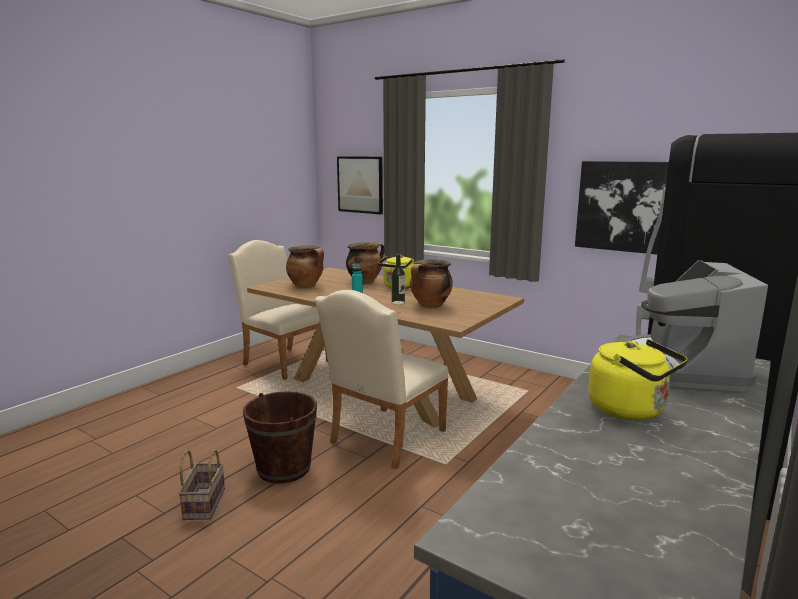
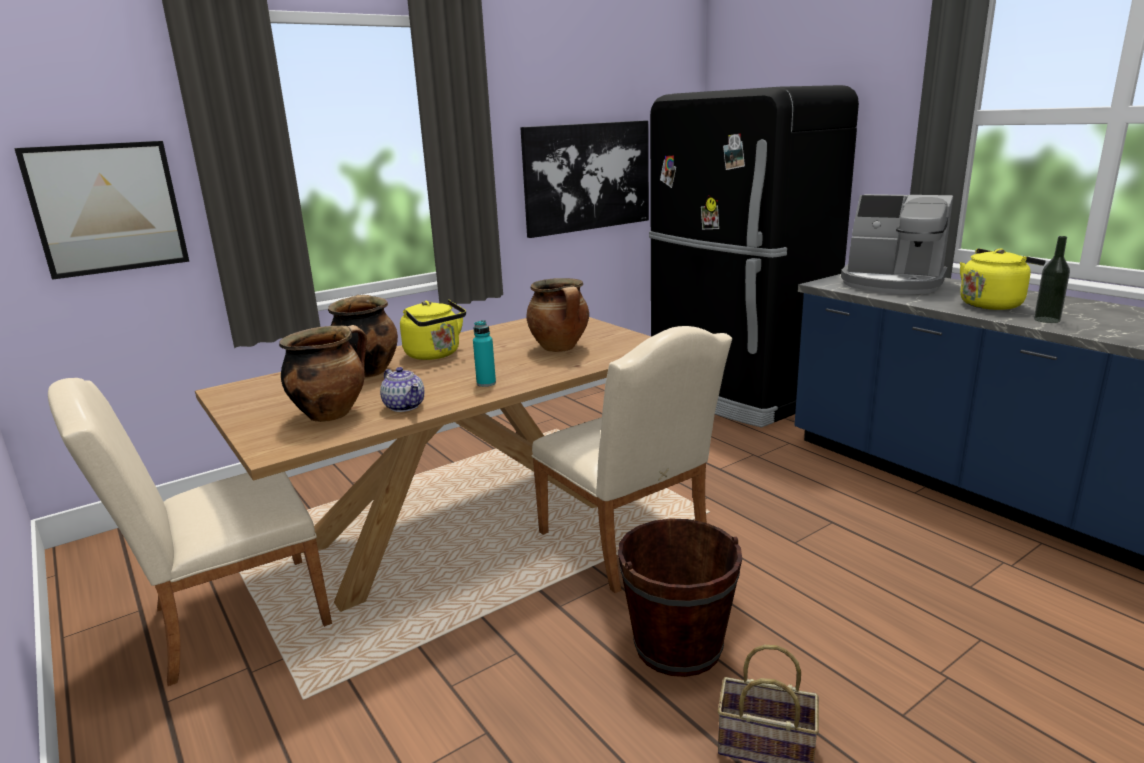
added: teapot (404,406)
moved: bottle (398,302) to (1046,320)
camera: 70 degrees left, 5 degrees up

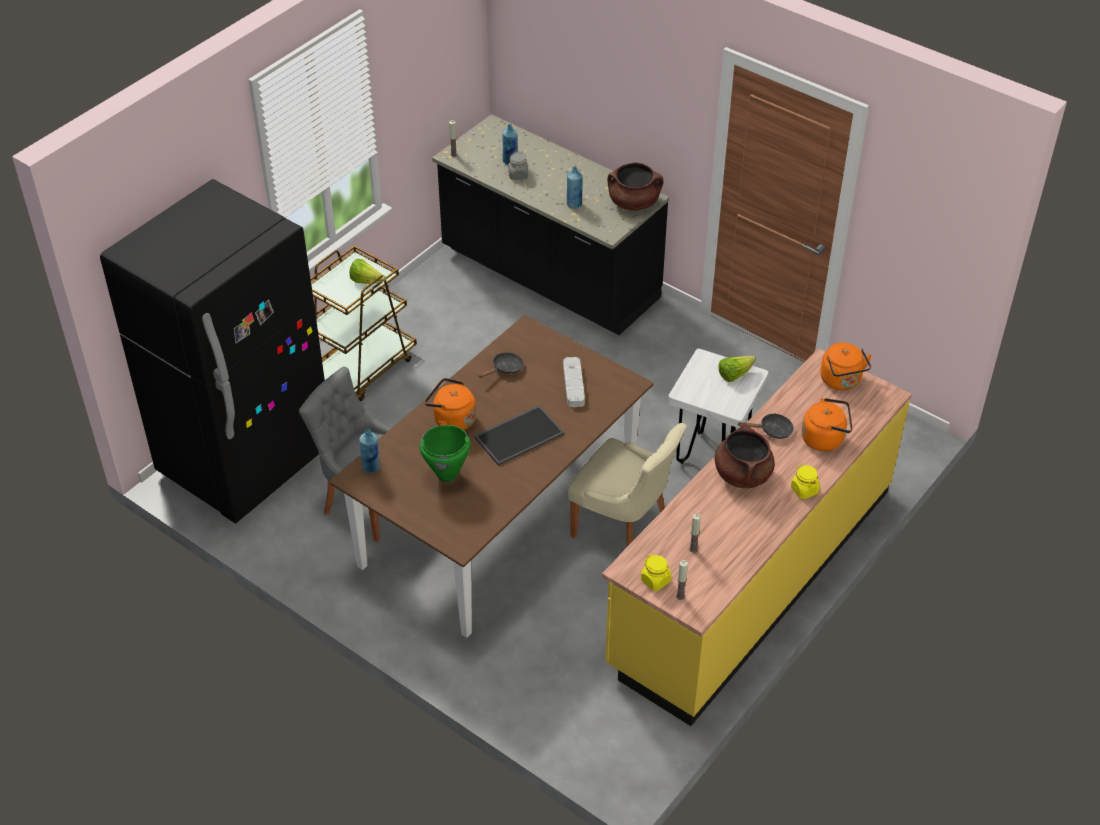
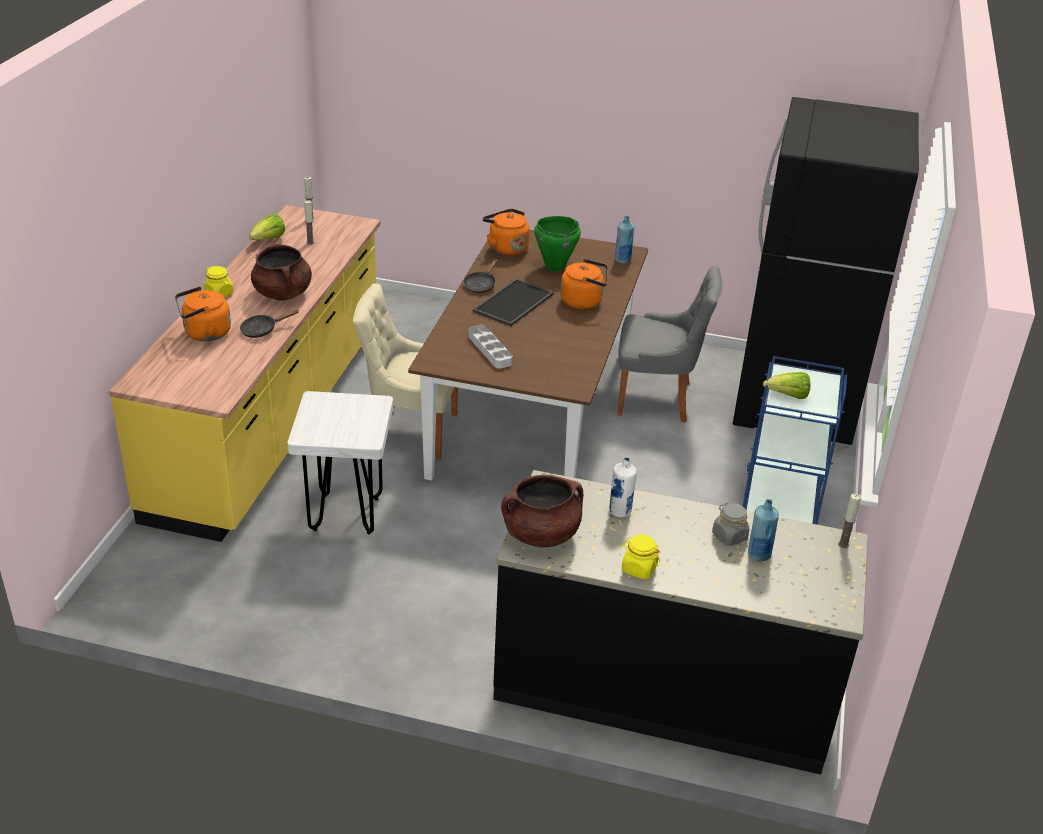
moved: lettuce (734,374) to (268,240); frying pan in black (505,368) to (481,285); kettle in orange (842,381) to (506,248); jar in yellow (656,580) to (638,568)
recoloured: bottle in blue (574,204) to bottle in white (620,511); cart in brown (361,369) to cart in blue (779,506)
camera: 155 degrees right, 10 degrees down

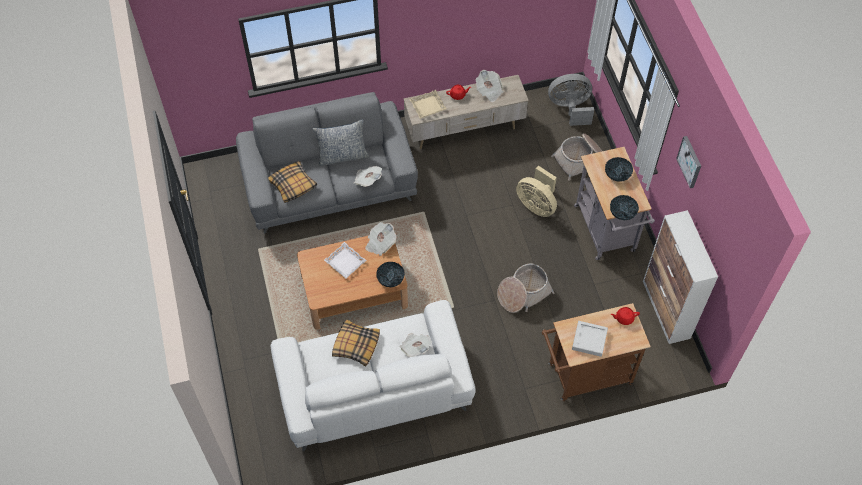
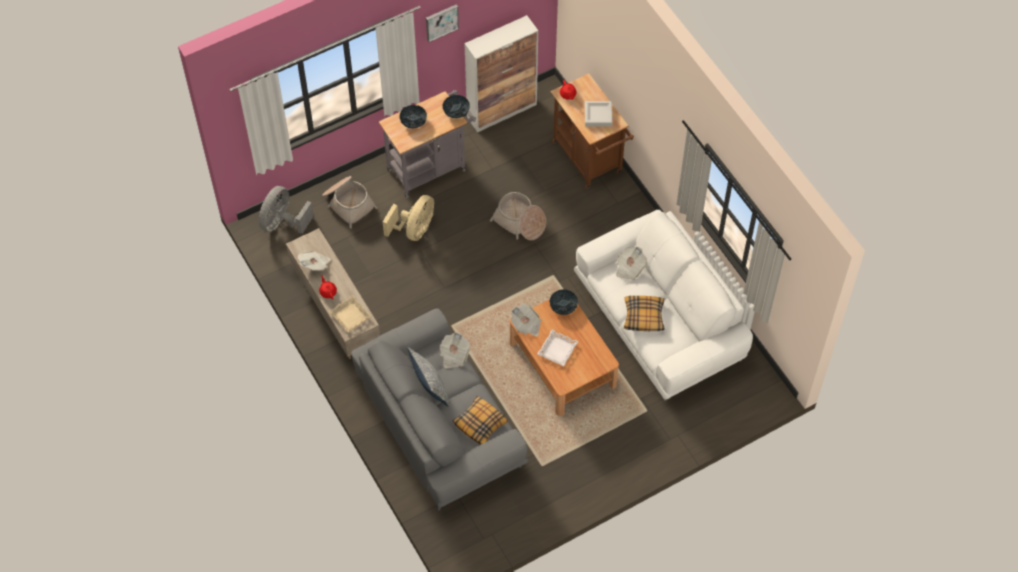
turned: fan in grey (570,108) = (283,222) 45 degrees clockwise
camera: 105 degrees left, 0 degrees up

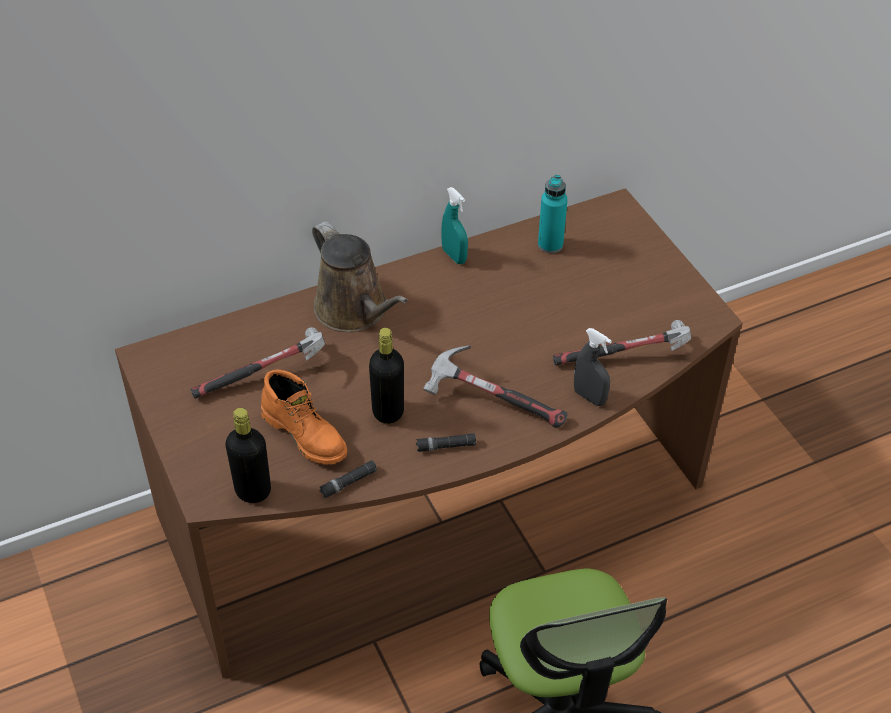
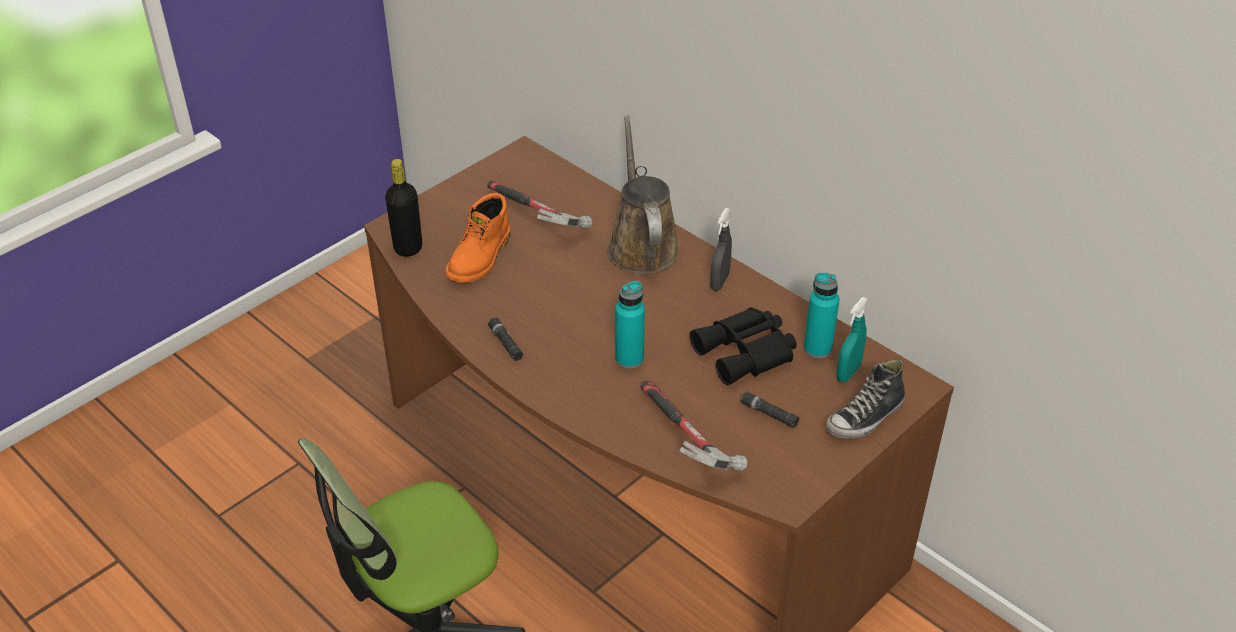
removed: bottle in black (388,412); hammer (492,401)
added: bottle in turquoise (629,359); binoculars in black (747,353); shoe (865,418)
moved: spray bottle in grey (589,397) to (719,282); flashlight in black (348,483) to (769,414); spray bottle in turquoise (454,256) to (848,373)
turned: watering can in brown (354,311) = (641,245) 135 degrees clockwise
camera: 70 degrees right, 5 degrees down

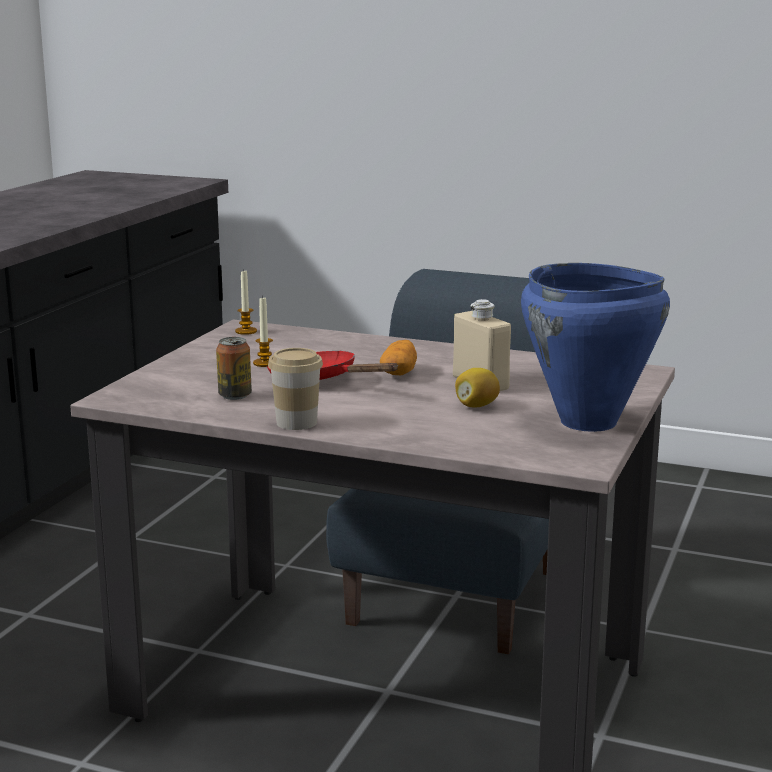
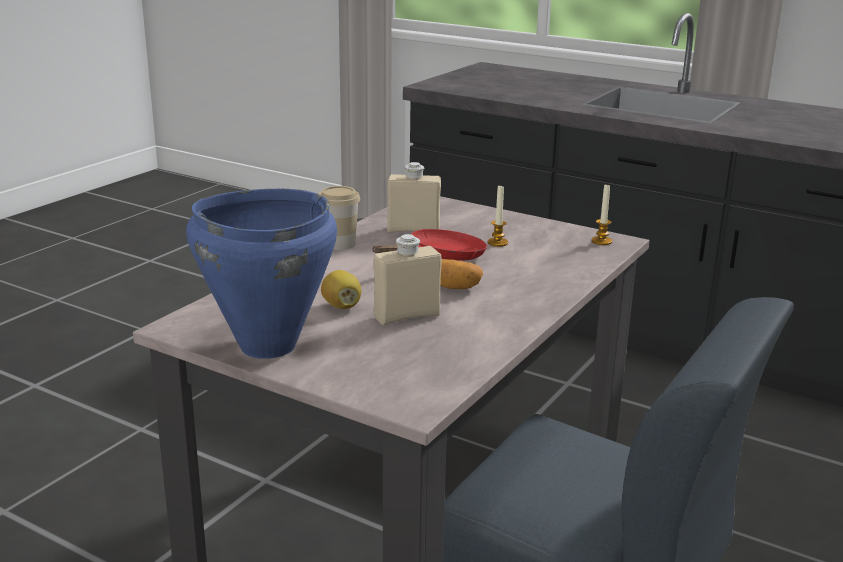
replaced: can (235,396) to bottle in beige (413,230)
camera: 100 degrees right, 5 degrees up

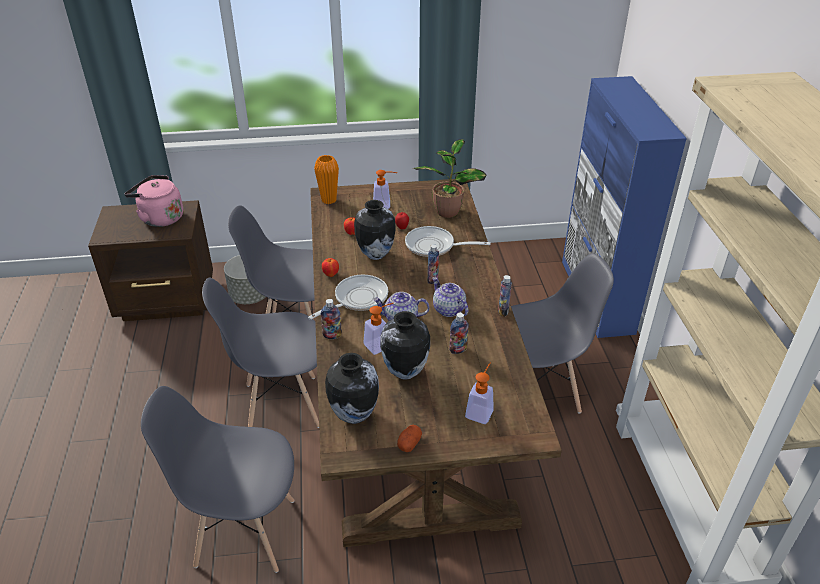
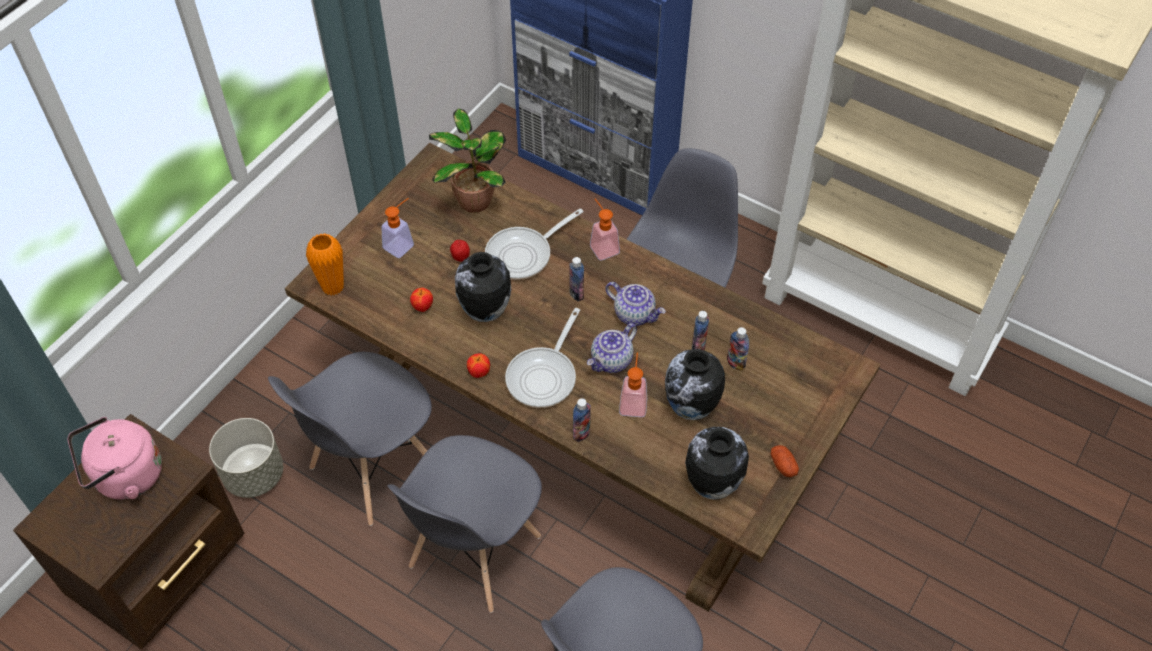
moved: soap dispenser (481,410) to (602,246); bottle (503,311) to (735,363)
turned: frying pan (357,299) = (544,376) 150 degrees counterclockwise; teapot (448,309) = (635,314) 150 degrees counterclockwise
camera: 50 degrees left, 15 degrees up

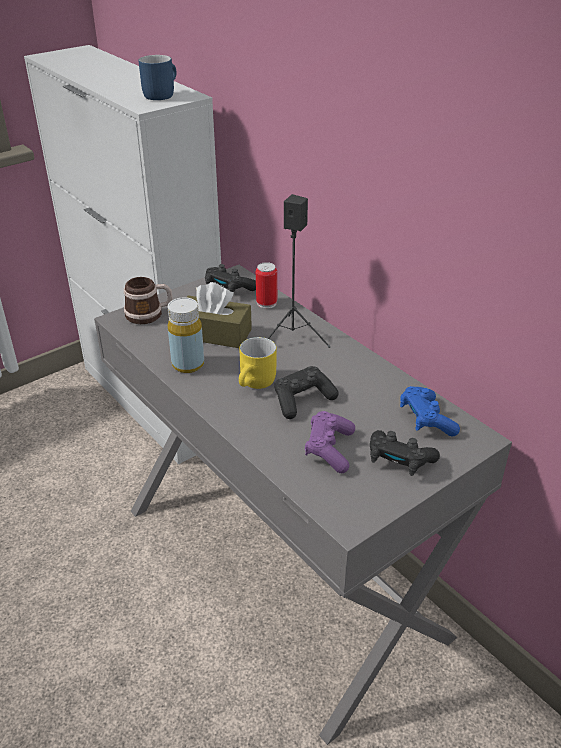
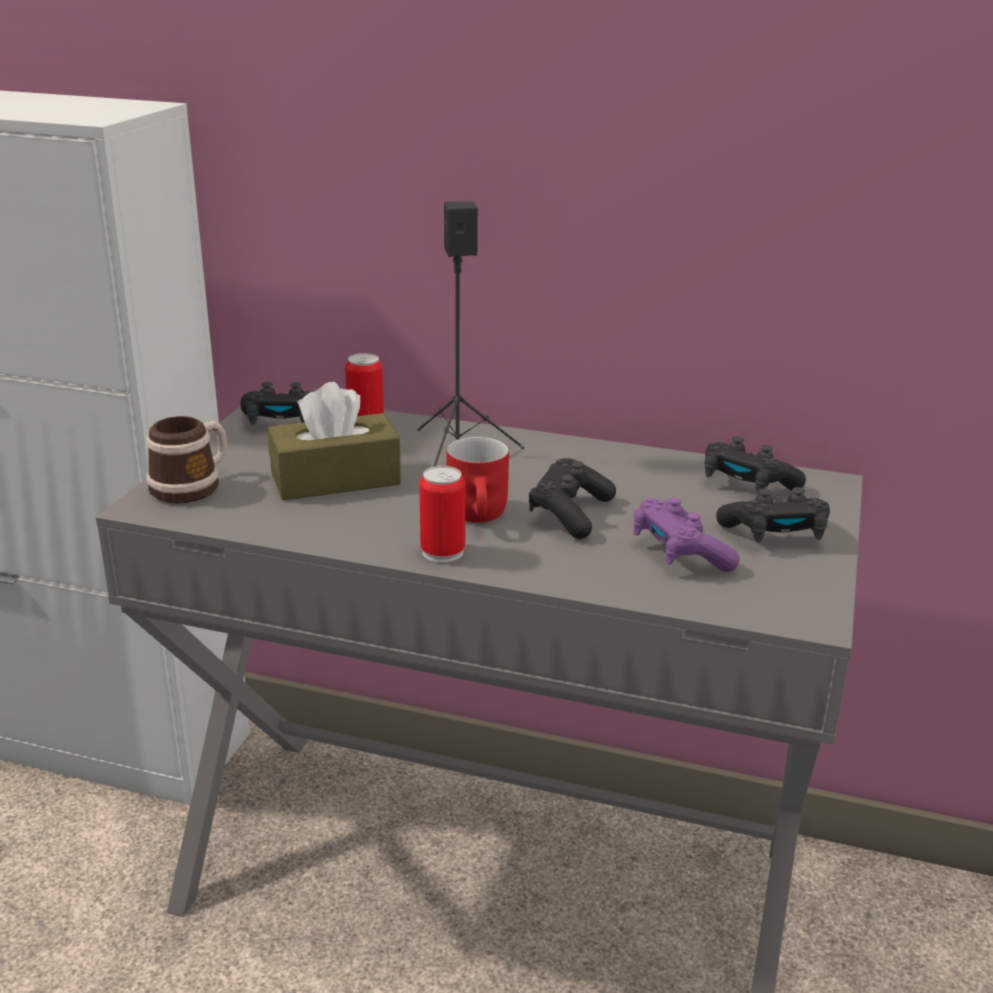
removed: mug in blue (160,94); bottle in yellow (188,364)
added: can (442,552)
recoloured: mug in yellow (257,383) to mug in red (482,515); game controller in blue (426,420) to game controller in black (746,485)
camera: 35 degrees left, 10 degrees down

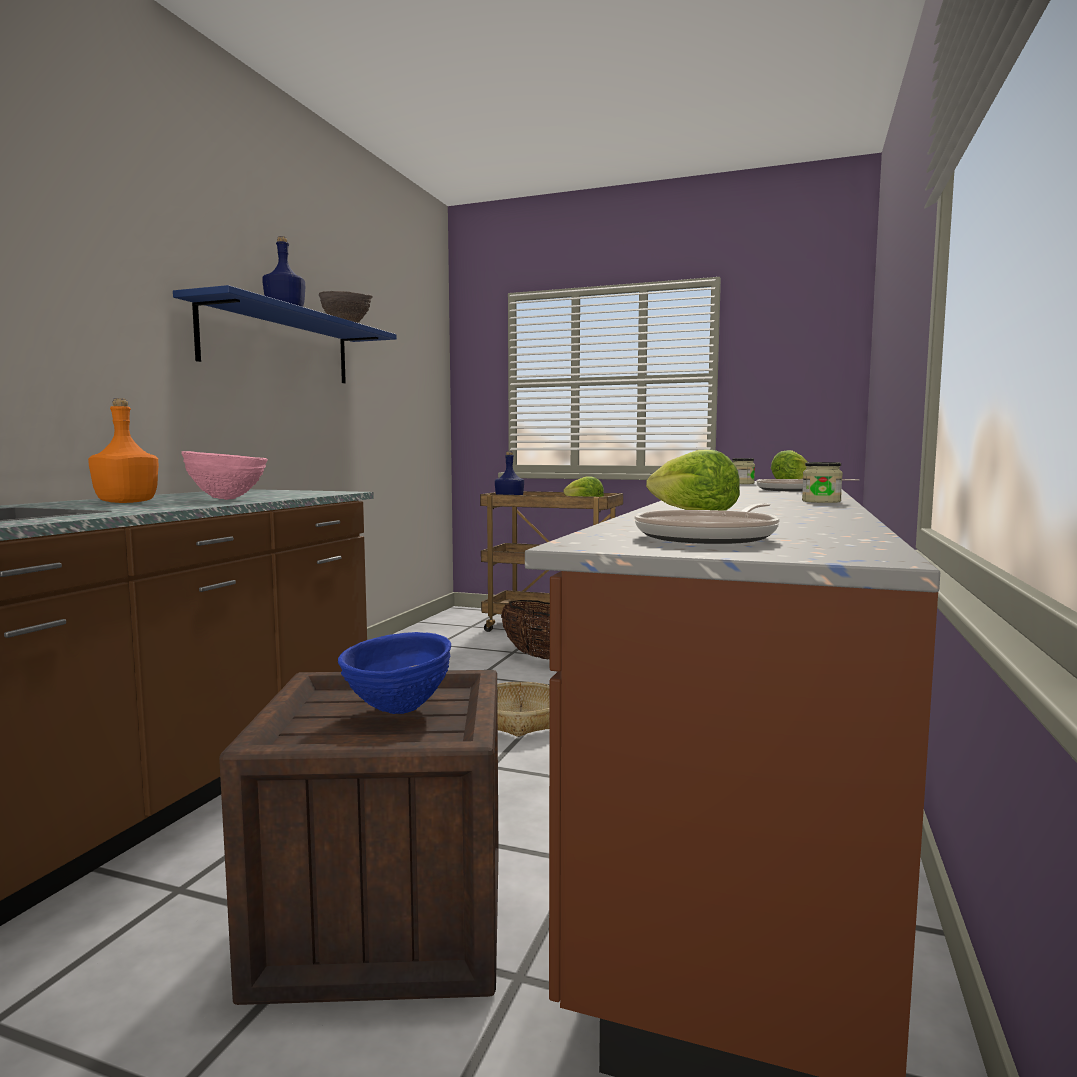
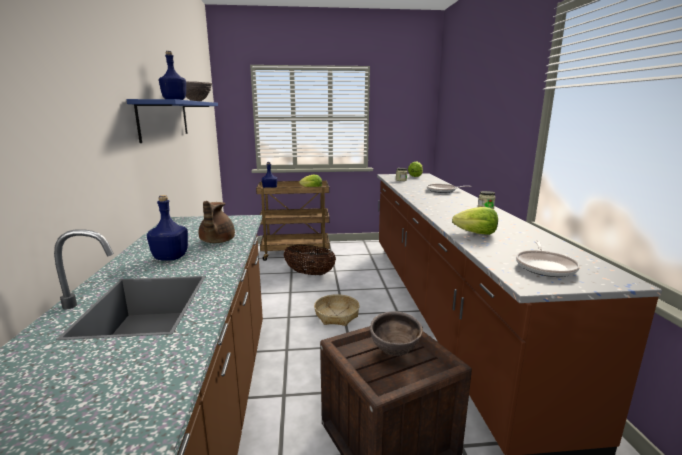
replaced: bowl in pink (227,499) to teapot in brown (216,241)
recoloured: bottle in orange (125,502) to bottle in blue (170,258); bowl in blue (397,710) to bowl in brown (394,352)
camera: 25 degrees left, 10 degrees up

